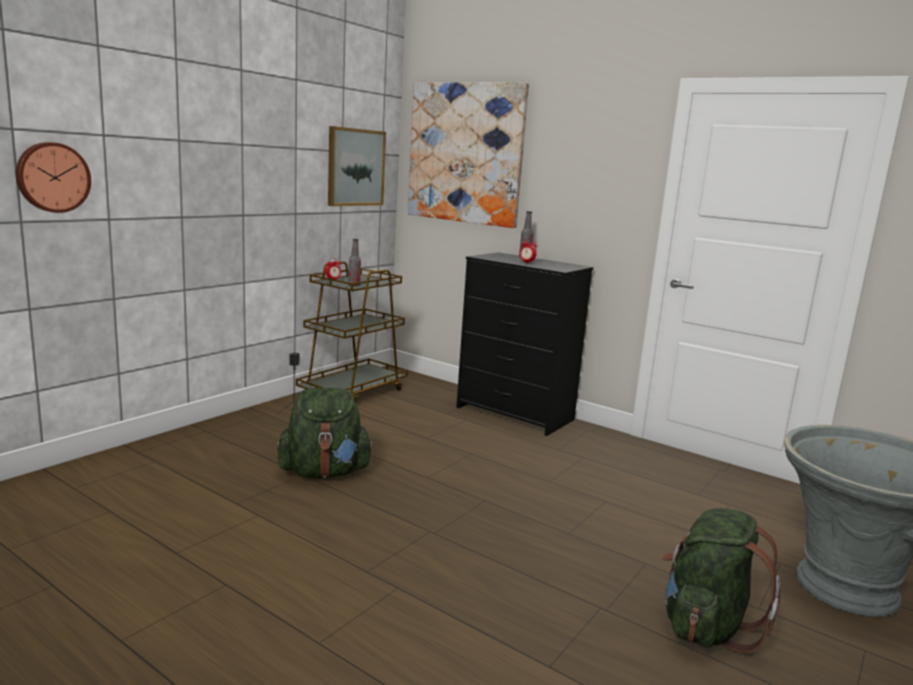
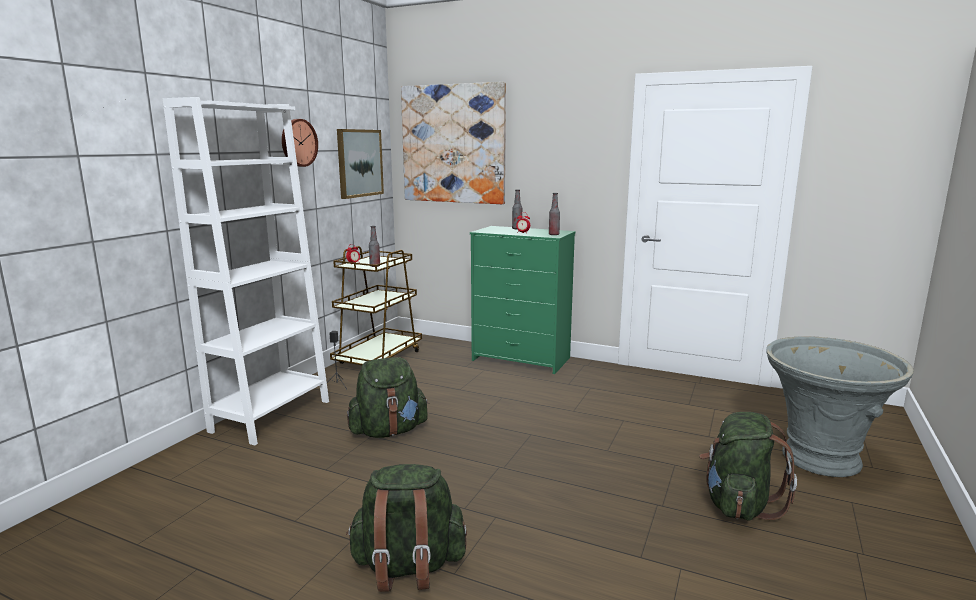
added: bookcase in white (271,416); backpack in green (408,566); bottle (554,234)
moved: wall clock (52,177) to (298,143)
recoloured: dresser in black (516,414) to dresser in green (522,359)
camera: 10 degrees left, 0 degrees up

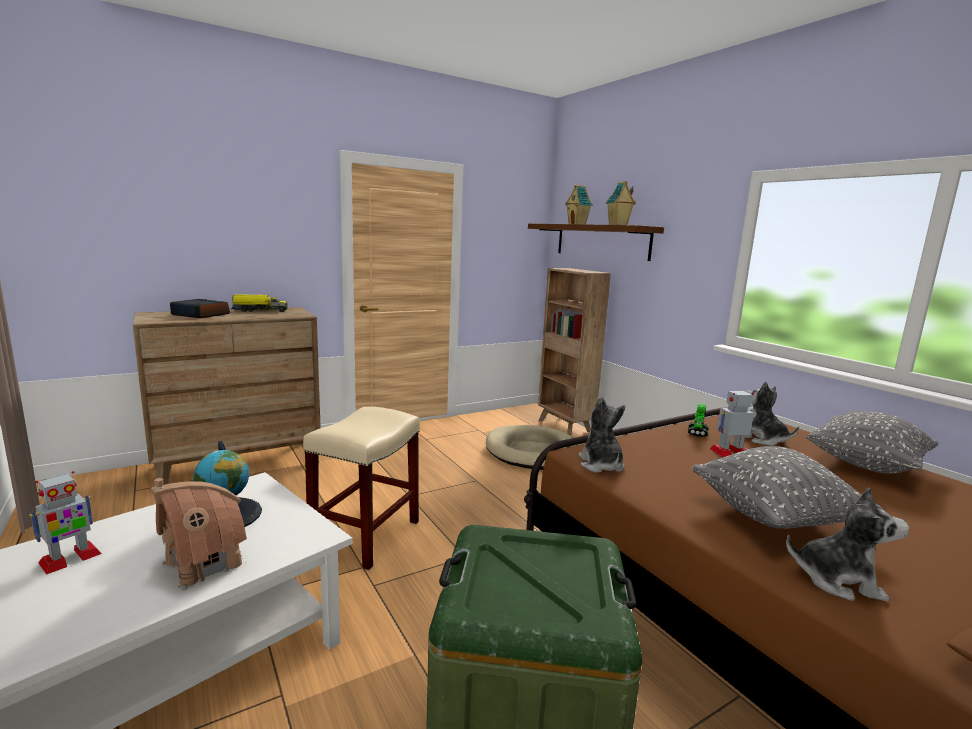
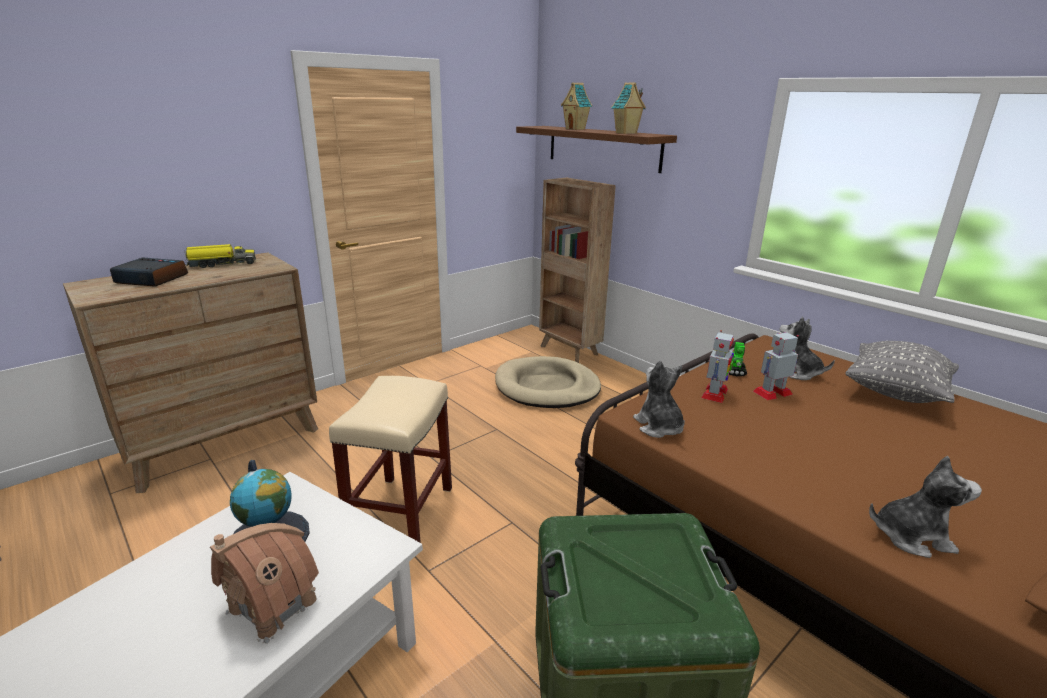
removed: pillow in grey (774,518)
moved: toy robot (69,559) to (714,394)
camera: 10 degrees left, 10 degrees up

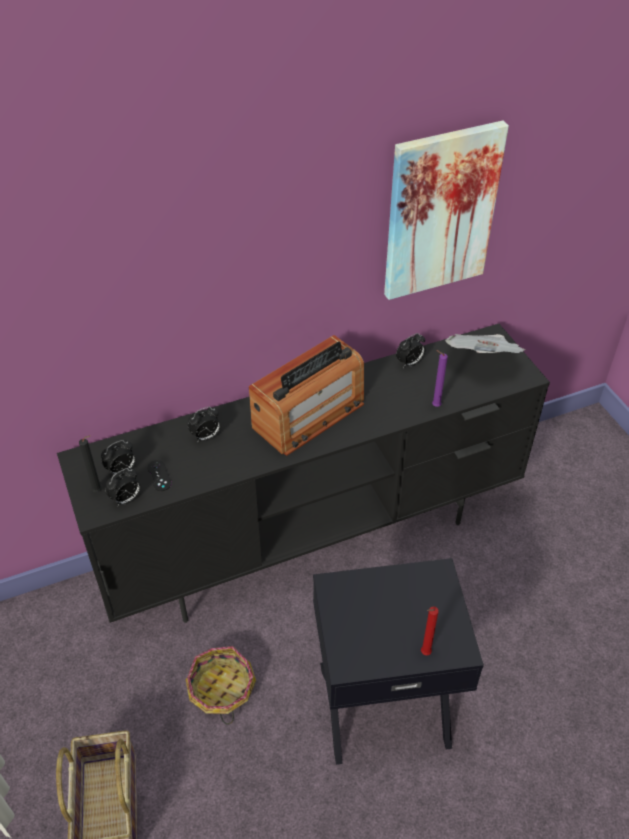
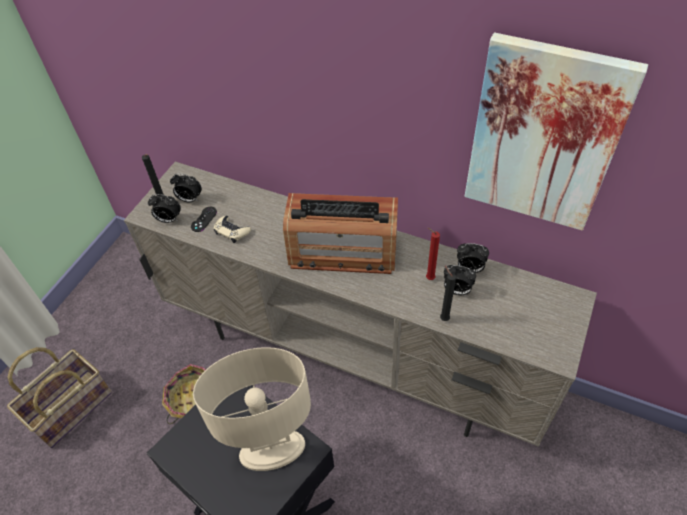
removed: newspaper (482,359)
added: table lamp in beige (272,451); game controller in beige (232,231)
moved: candle in red (424,653) to (428,278); alarm clock (206,437) to (456,291)
recoloured: tv stand in black (315,540) to tv stand in beige (353,356); candle in purple (434,406) to candle in black (443,318)
camera: 50 degrees right, 5 degrees up

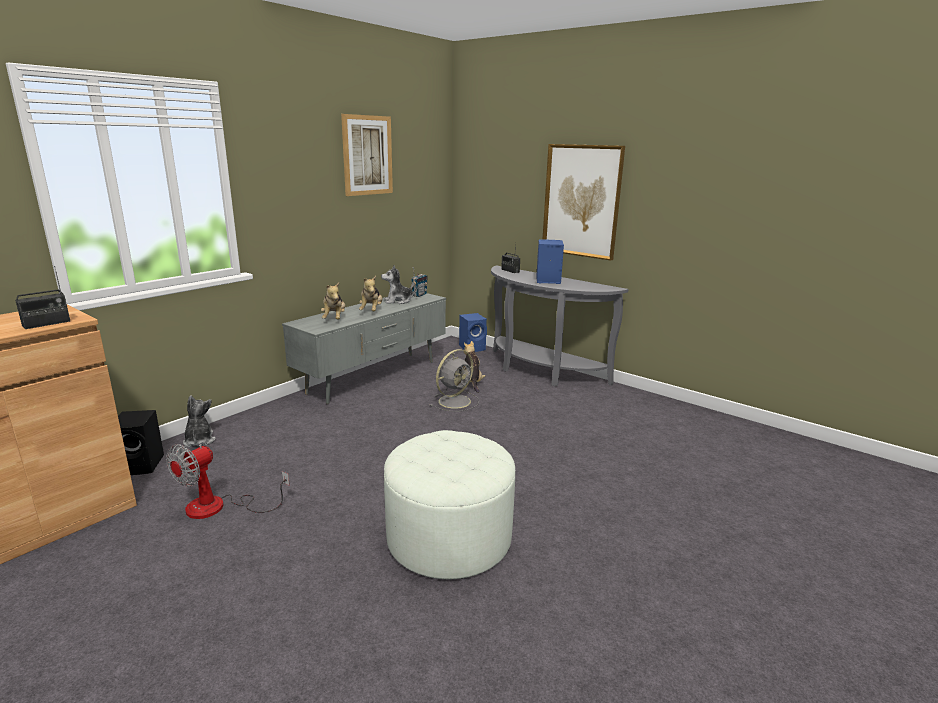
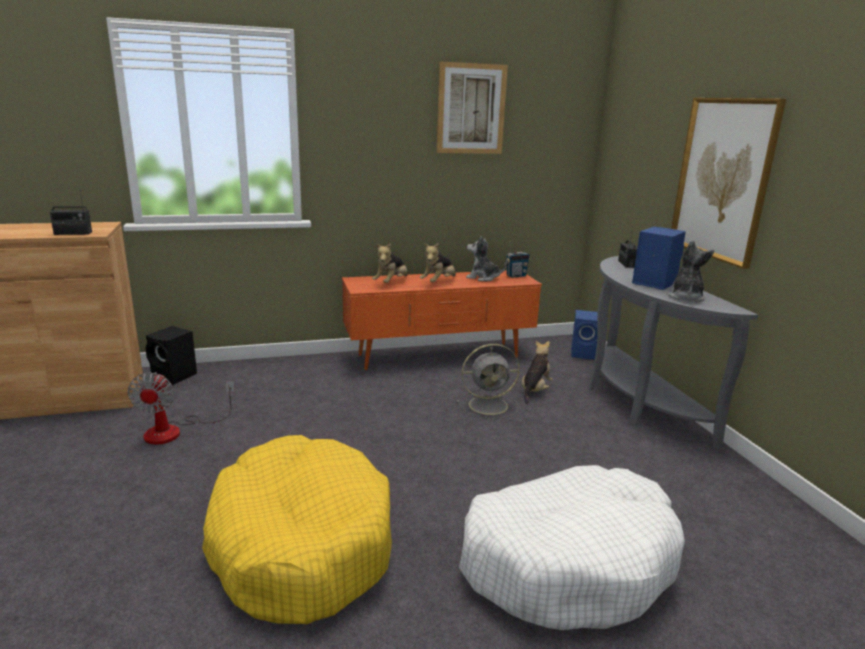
added: dog bed in white (568,562)
moved: plush toy (199,440) to (685,297)
replaced: ottoman in white (449,538) to dog bed in yellow (300,544)
recoloured: tv stand in grey (374,377) to tv stand in orange (439,357)
turned: fan (219,507) = (175,431) 75 degrees counterclockwise
camera: 35 degrees right, 0 degrees up

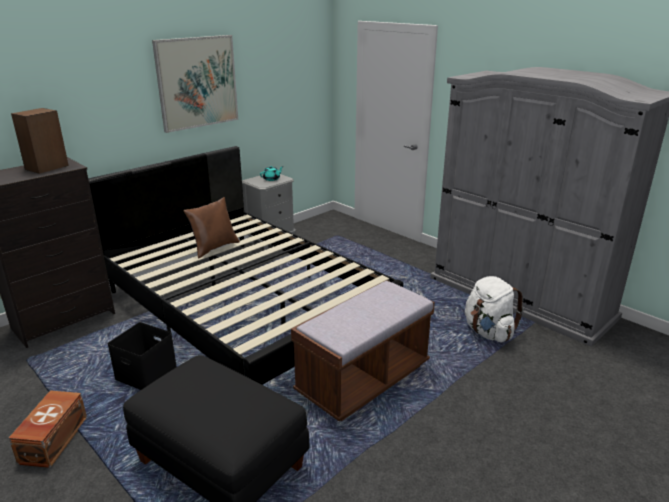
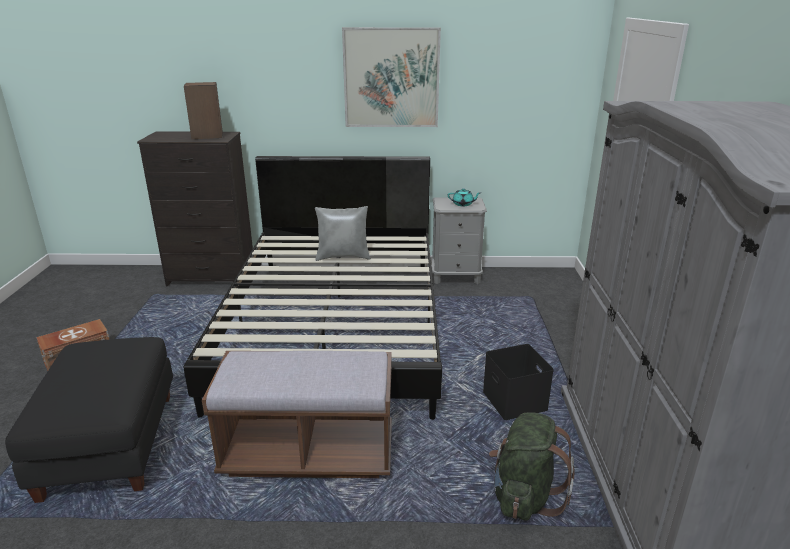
moved: storage box in black (148,374) to (516,402)
recoloured: pillow in brown (214,248) to pillow in grey (343,256); backpack in white (488,332) to backpack in green (524,496)
camera: 45 degrees right, 0 degrees up

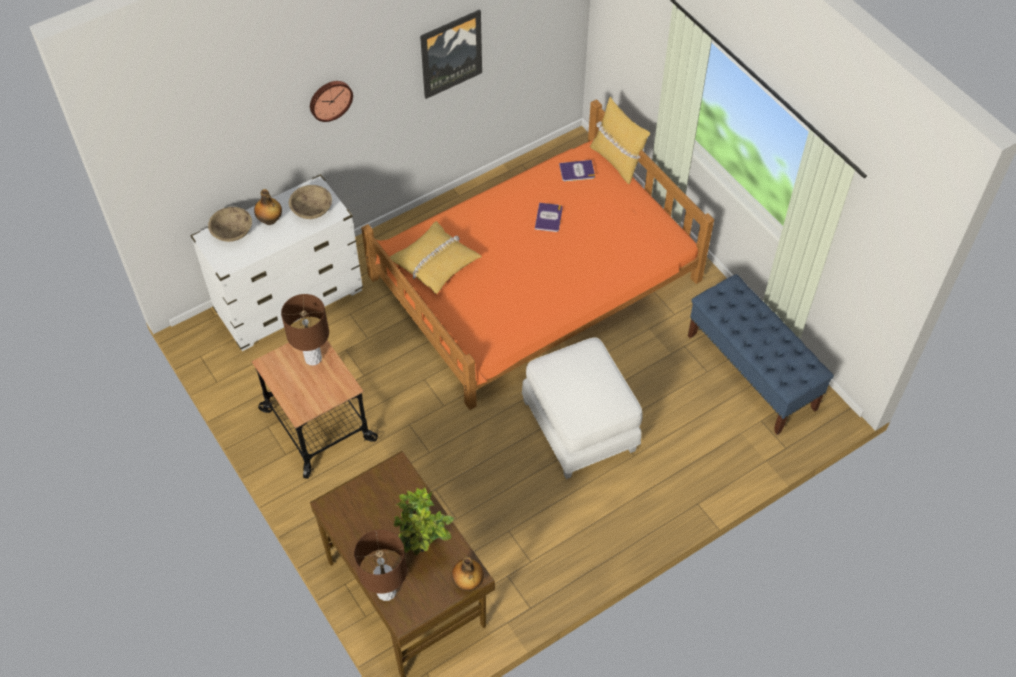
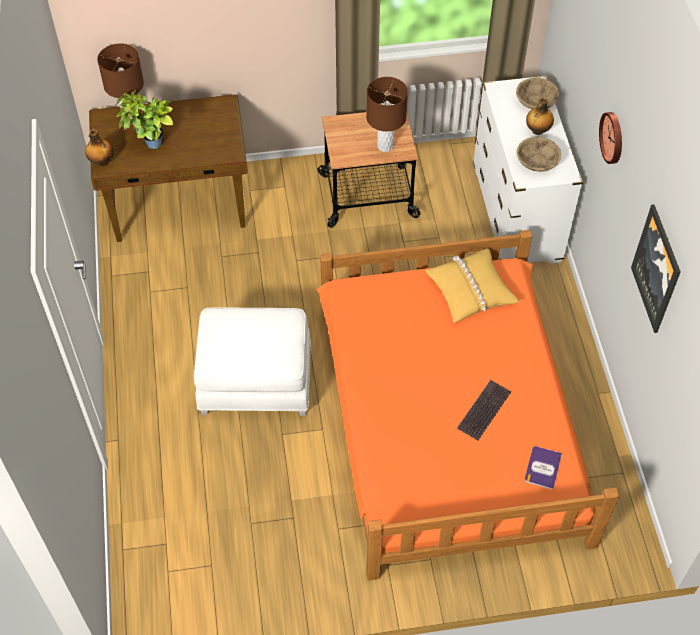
removed: pillow in yellow (617,161); bench in blue (751,372)
replaced: book (548,218) to keyboard (484,410)
camera: 115 degrees right, 0 degrees up

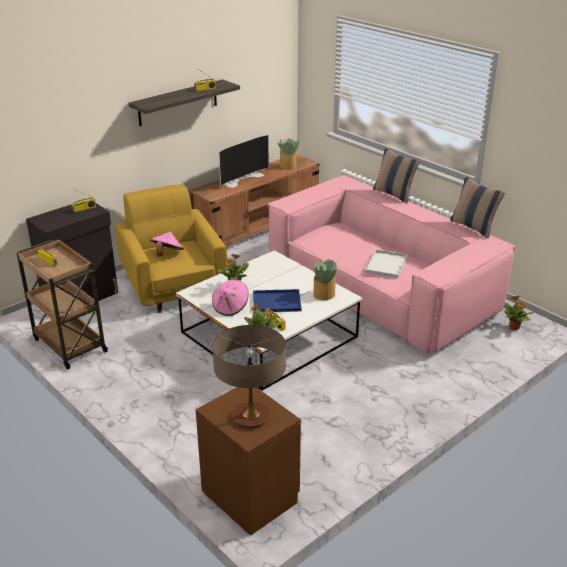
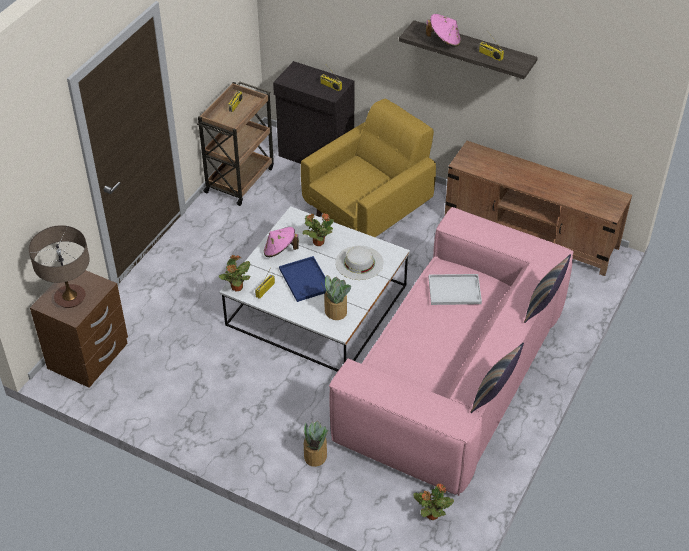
removed: television (242,178)
added: hat in white (359,262)
moved: potted plant (288,166) to (315,456); hat in pink (167,254) to (444,40); tray in white (386,264) to (455,290)
camera: 70 degrees right, 15 degrees up

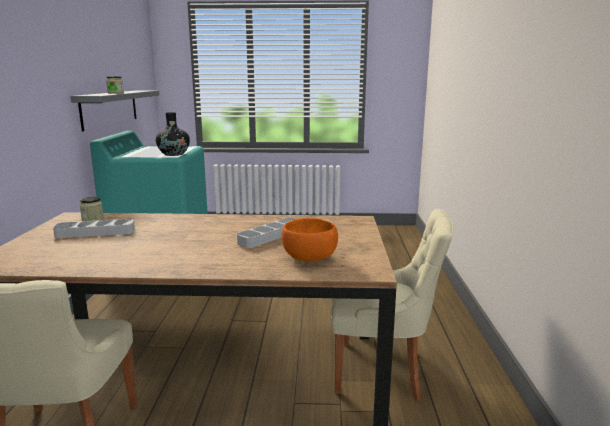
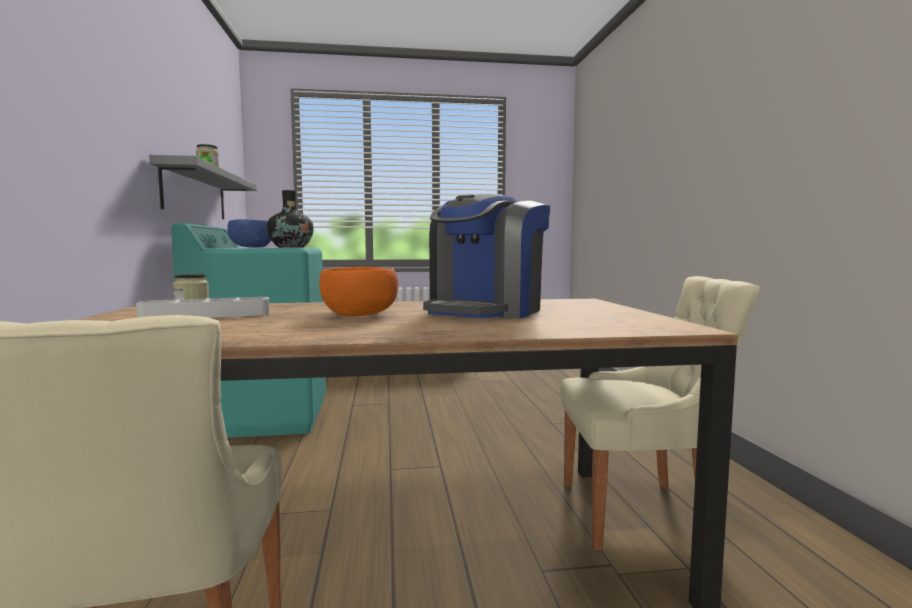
added: bowl in blue (251,247)
moved: bowl in orange (310,257) to (360,315)
replaced: tray in grey (270,236) to coffee machine (486,311)
camera: 10 degrees left, 10 degrees down

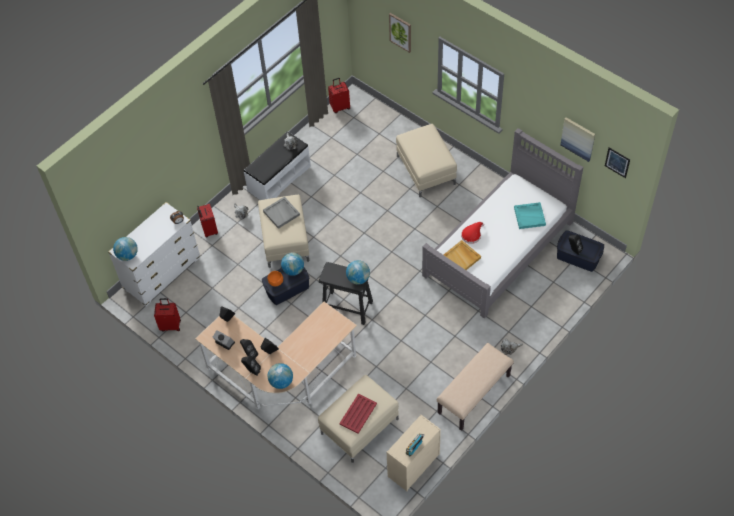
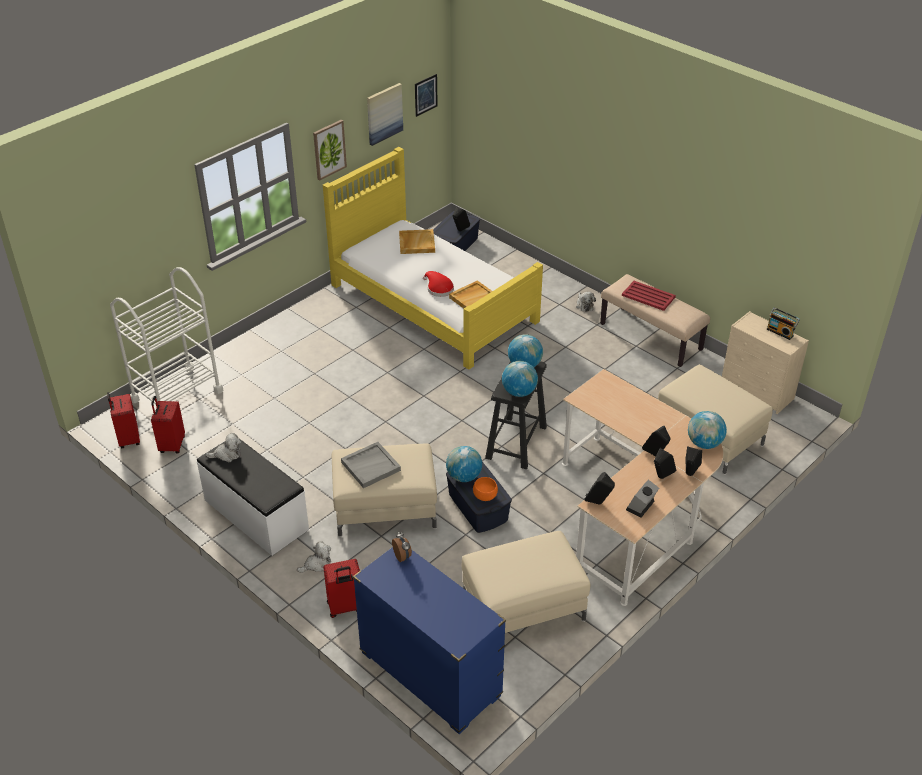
added: cart in white (176,395)
moved: suitcase in red (170,325) to (171,445); picture (400,32) to (329,149); ottoman in beige (425,170) to (523,608); globe (127,255) to (519,392); tray in red (358,414) to (648,296)
recoloured: bed in grey (499,248) to bed in yellow (433,302); dresser in white (162,273) to dresser in blue (430,674); tray in turquoise (529,216) to tray in beige (416,243)
camera: 90 degrees left, 15 degrees down

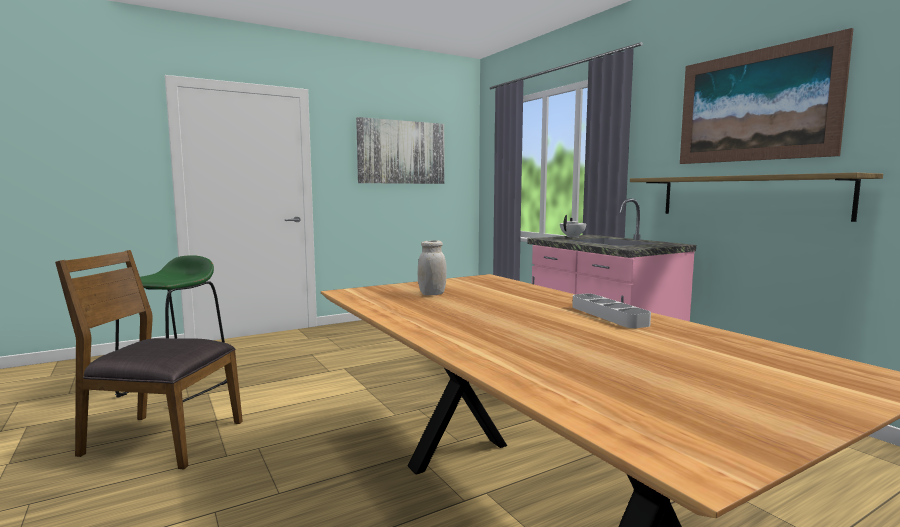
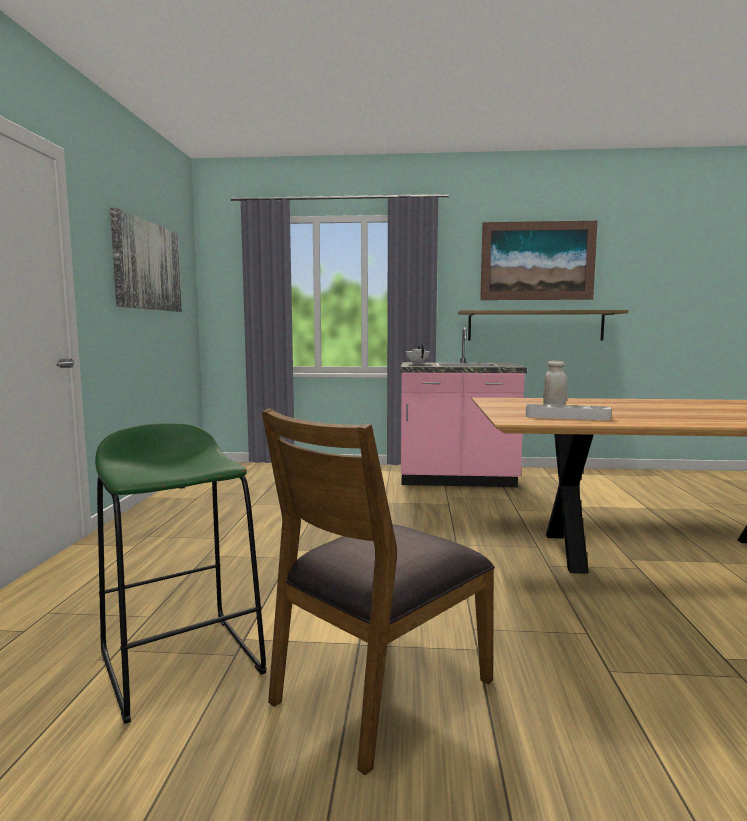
moved: tray in grey (608,315) to (567,417)
camera: 55 degrees left, 0 degrees up

